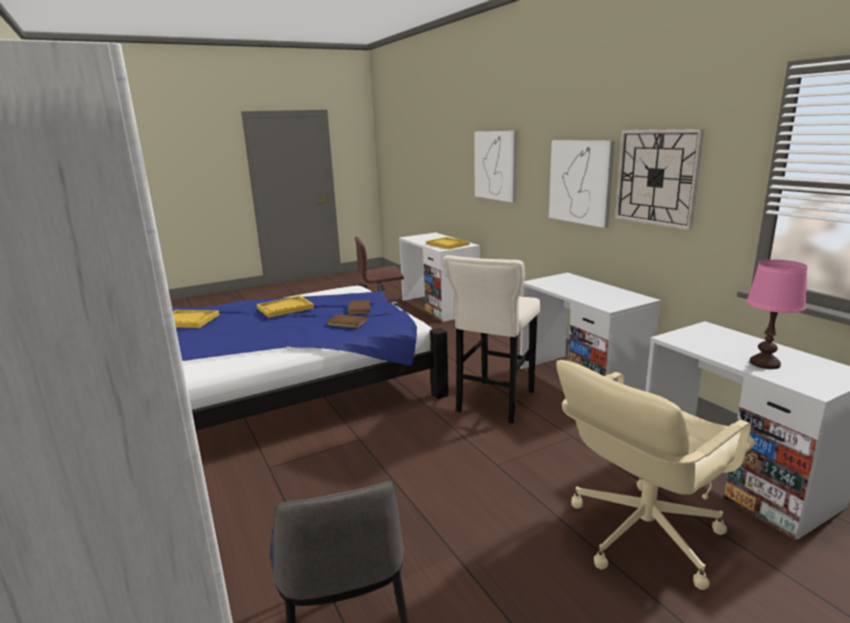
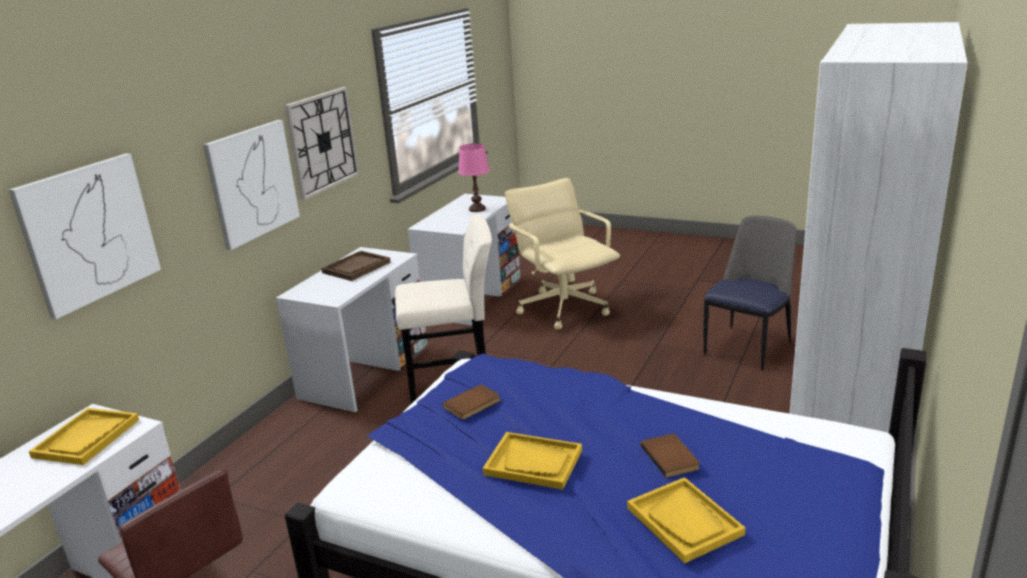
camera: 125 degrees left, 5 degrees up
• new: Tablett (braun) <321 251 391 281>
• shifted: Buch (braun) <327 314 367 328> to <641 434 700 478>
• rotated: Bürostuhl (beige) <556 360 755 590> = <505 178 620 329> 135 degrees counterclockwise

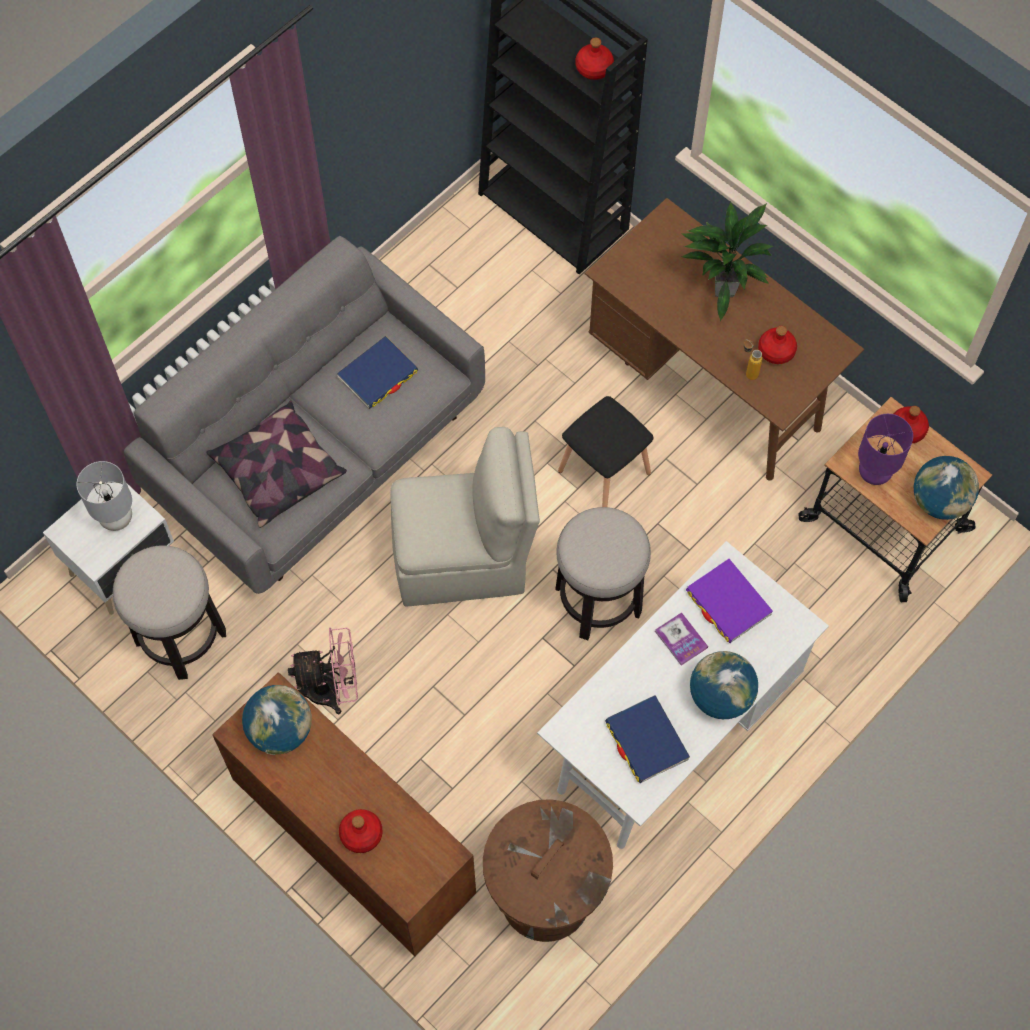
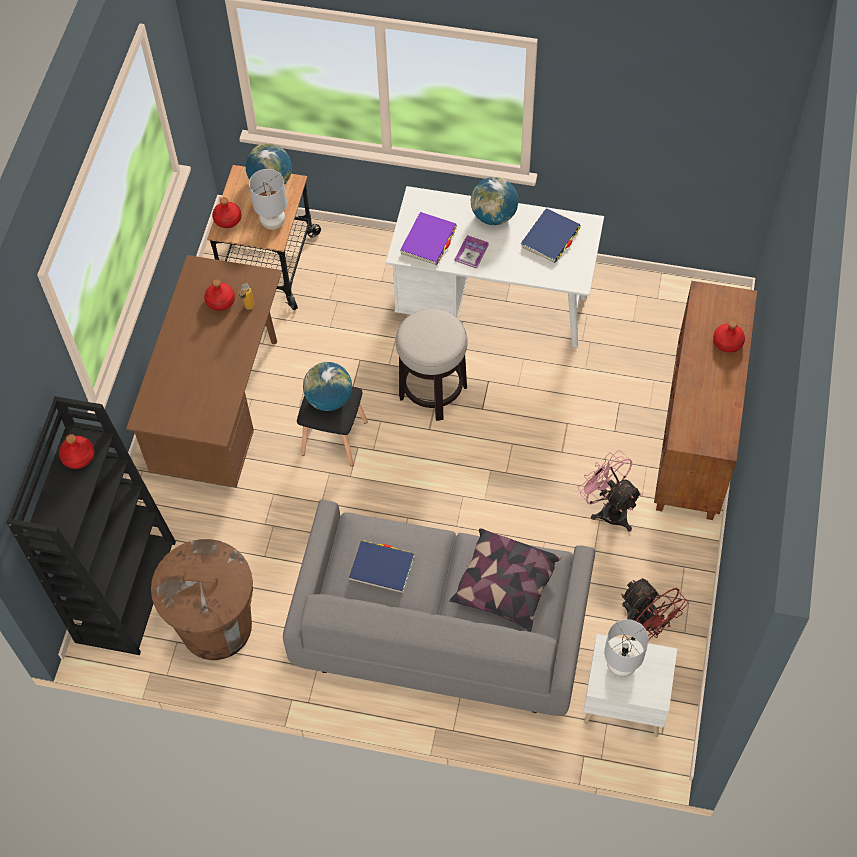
camera: 120 degrees left, 5 degrees down
• gone: Stuhl (beige) <390 427 540 606>
• gone: Topfpflanze <681 202 773 321>
• shifted: Globus <242 685 312 755> to <303 362 352 411>
• shifted: Mülleimer (braun) <483 799 613 942> to <151 539 253 660>
• swapped: Hocker <113 545 226 680> to Ventilator (rot) <621 578 688 641>
• repainted: Tischlampe (lila) <858 414 913 485> to Tischlampe (grau) <249 169 287 229>

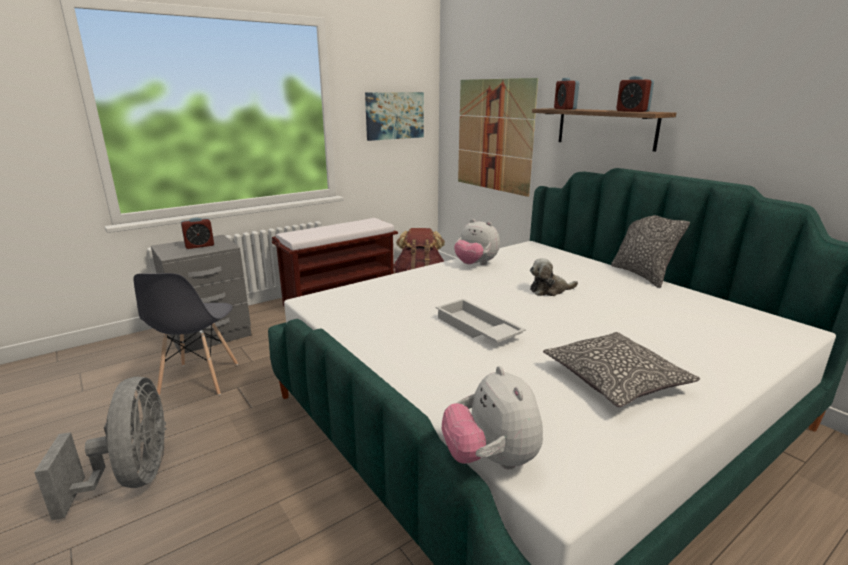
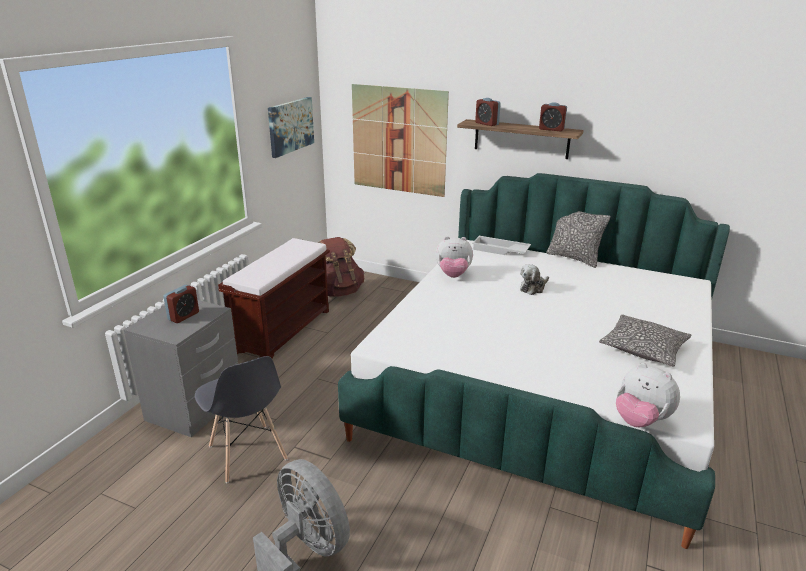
camera: 30 degrees left, 5 degrees up
• shifted: Tablett (weiß) <436 299 526 343> to <472 236 531 255>

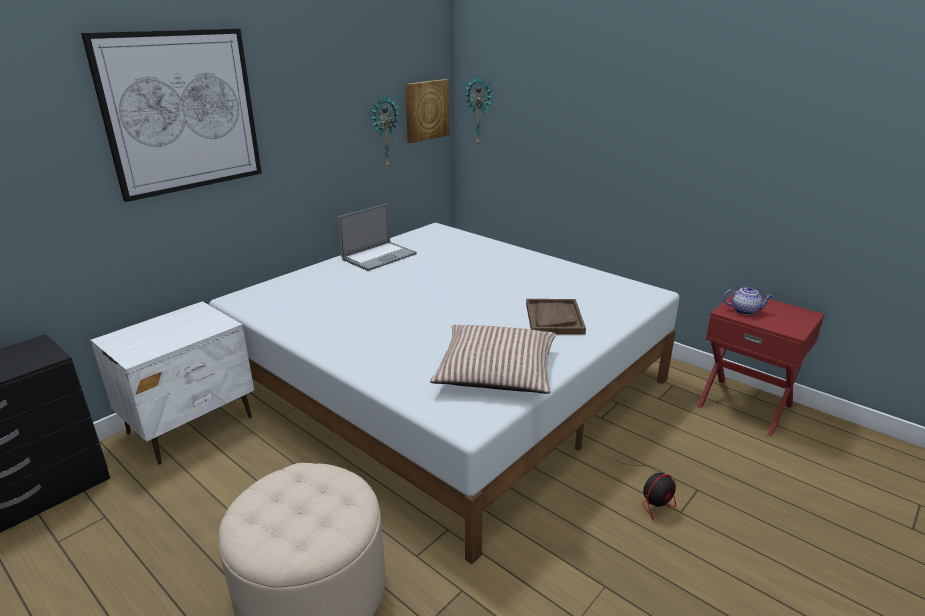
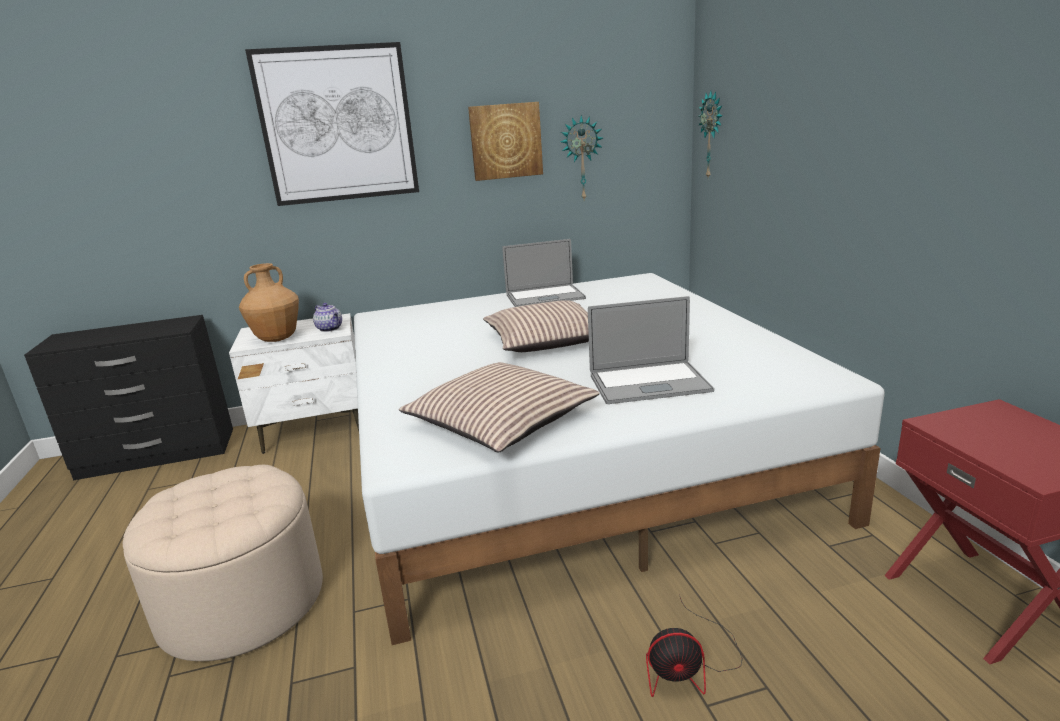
camera: 35 degrees right, 5 degrees down
• new: Vase (braun) <239 263 299 342>
• new: Kissen <483 300 589 352>
• shifted: Bild <405 79 449 143> to <468 102 543 181>
• shifted: Teekanne <723 286 773 315> to <313 303 342 332>
• swapped: Tablett (braun) <526 299 586 335> to Laptop <588 296 714 404>

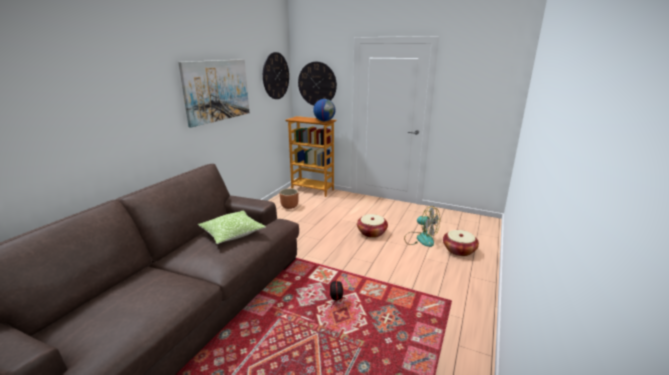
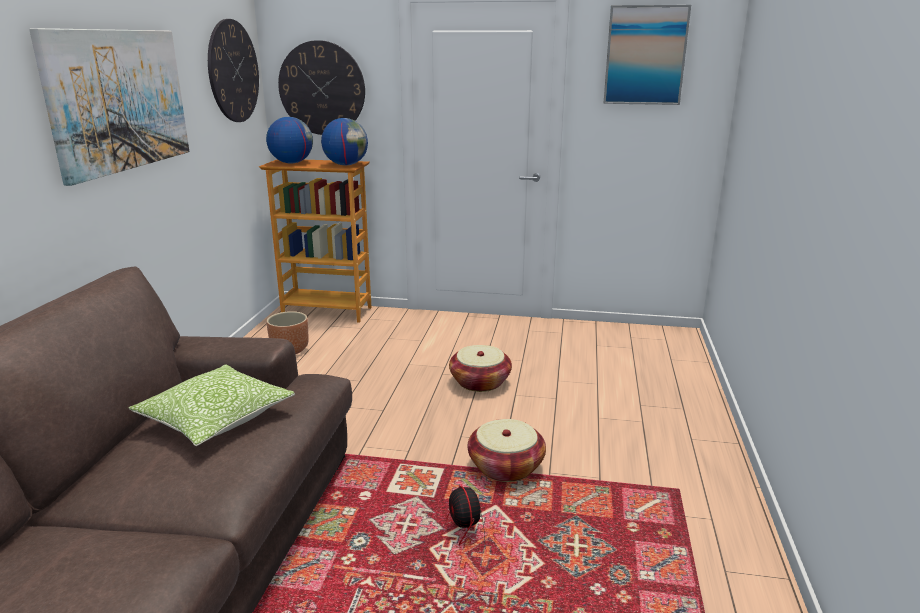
camera: 15 degrees left, 0 degrees up
• gone: Ventilator <404 206 440 247>
• new: Globus <266 117 313 164>
• new: Bild <604 5 691 105>
• shifted: Korb <443 230 479 256> to <468 419 546 482>

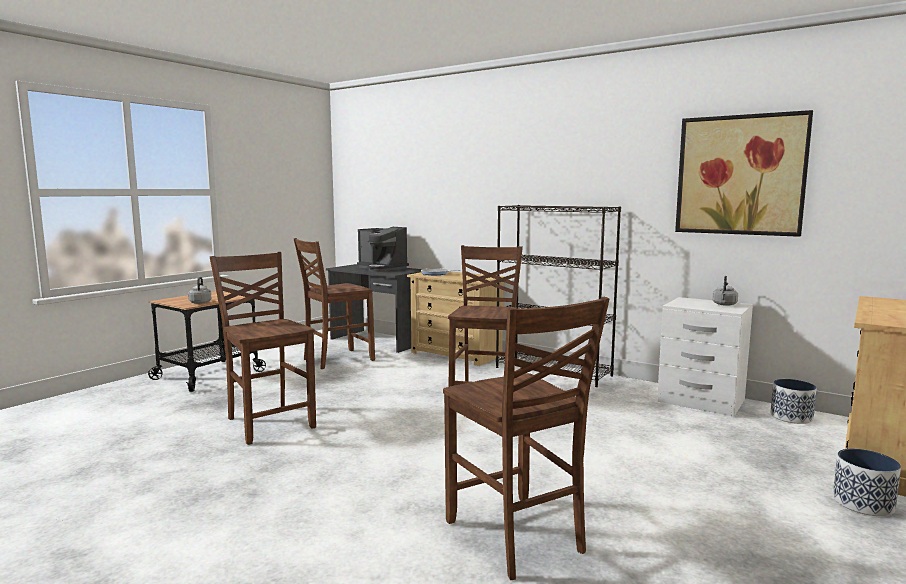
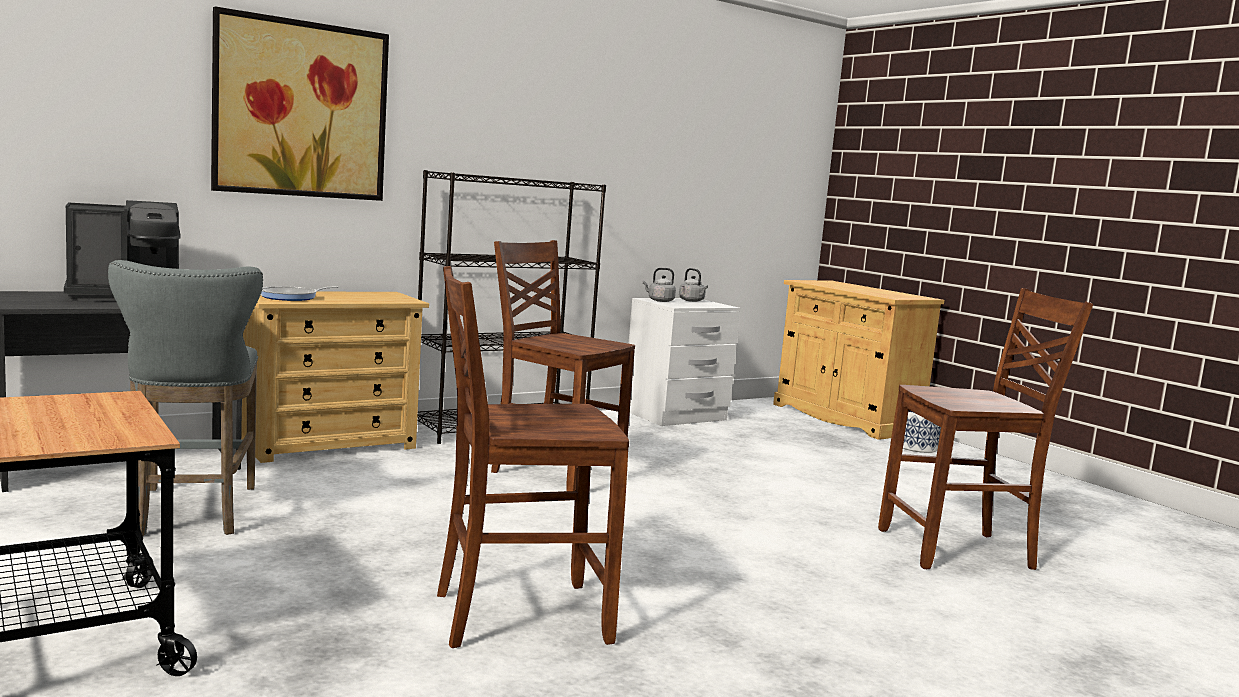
camera: 70 degrees left, 0 degrees up
• gone: Pflanzkübel <771 379 817 424>
• shifted: Wasserkessel (grau) <188 277 211 304> to <643 268 676 302>
• shifted: Bild <675 110 813 237> to <211 6 389 201>
• swapped: Stuhl (braun) <294 238 375 369> to Hocker (grau) <108 260 263 536>

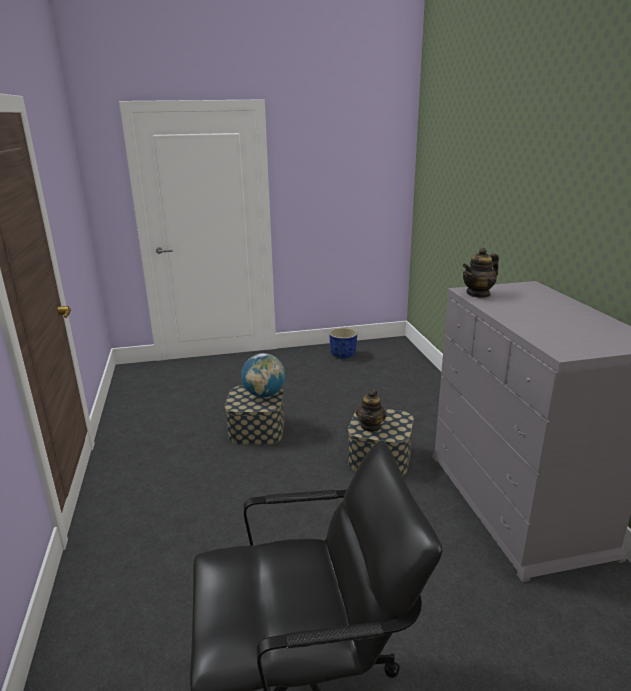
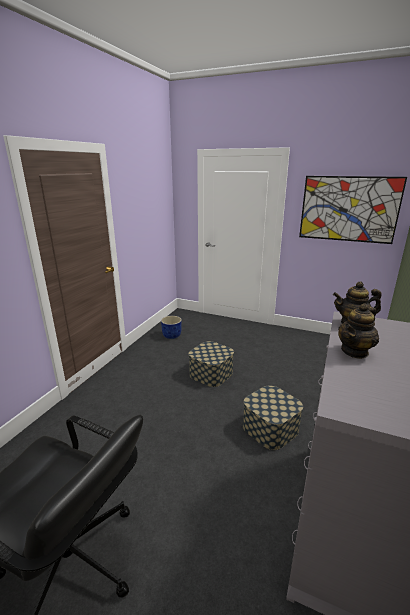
camera: 35 degrees right, 0 degrees up
• gone: Globus <241 353 286 397>
• new: Bild <299 176 407 244>
• shifted: Pflanzkübel (blau) <329 328 357 359> to <161 316 182 339>
• shifted: Teekanne <356 390 386 432> to <338 303 379 359>

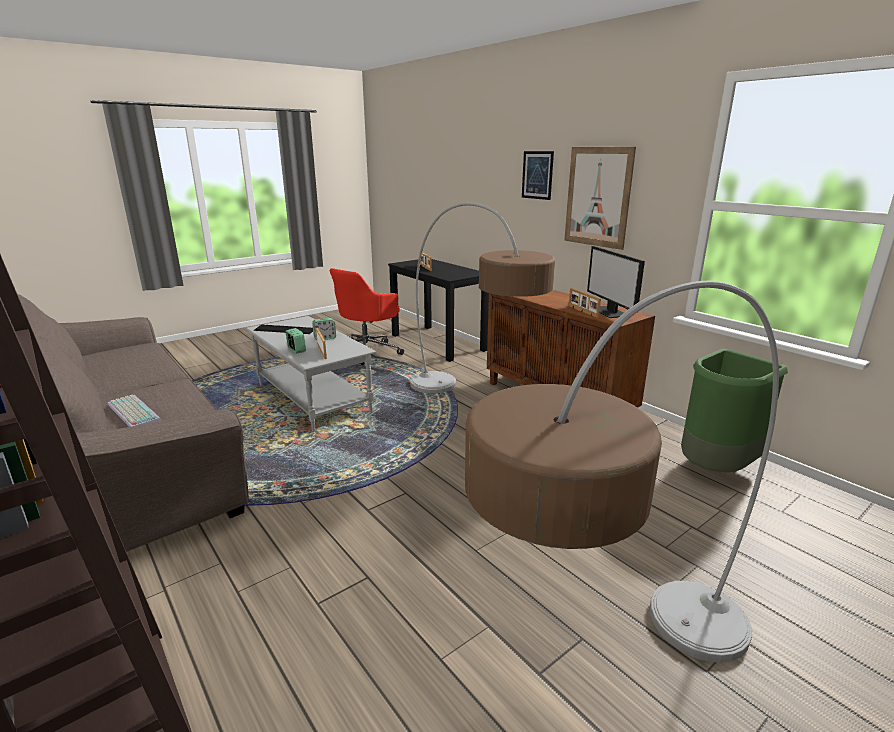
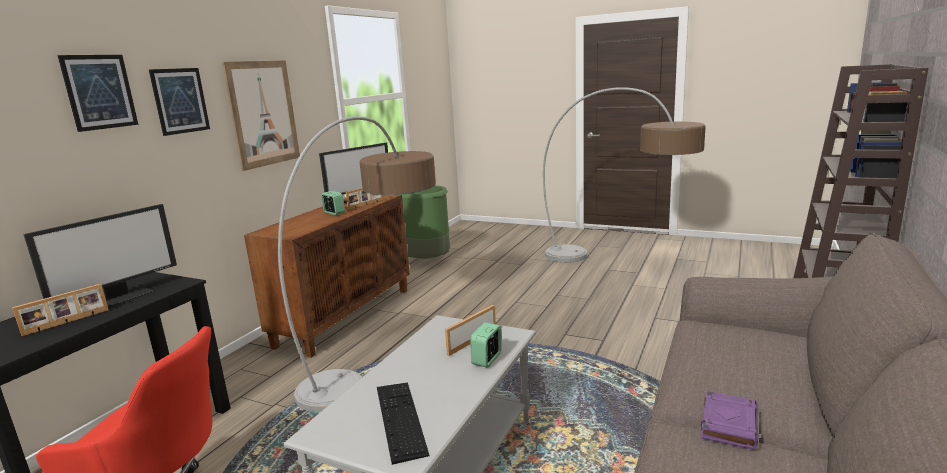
camera: 115 degrees left, 5 degrees down
• gone: Tastatur <108 394 161 427>
• new: Monitor <23 204 177 307>
• new: Bild <57 55 138 132>
• new: Buch (lila) <701 391 759 450>
• shifted: Wecker <312 318 336 340> to <321 191 345 215>

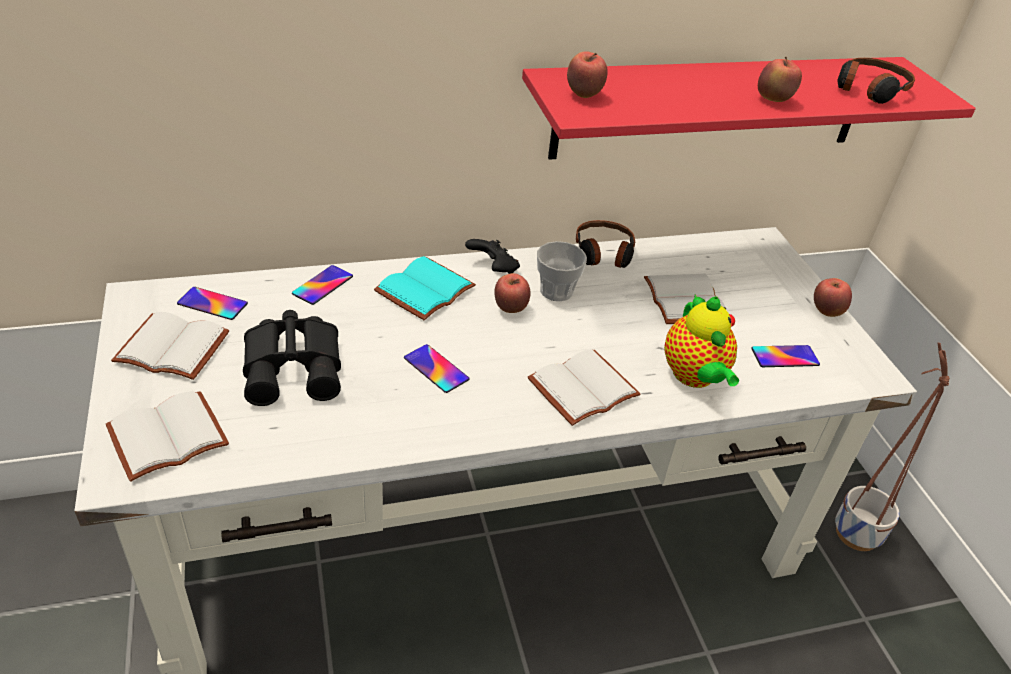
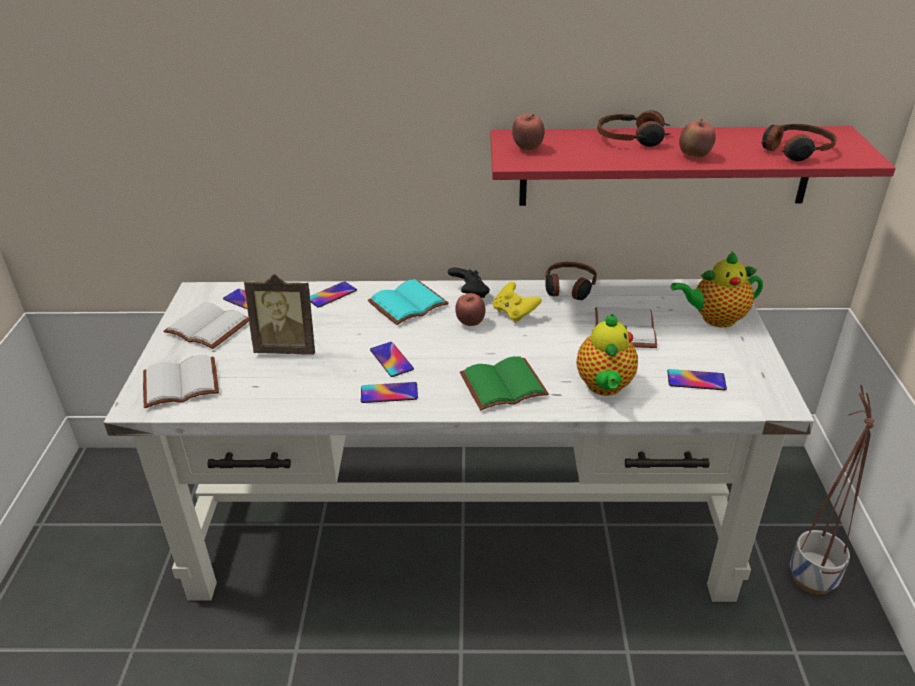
camera: 20 degrees right, 5 degrees down
• gone: Apfel <814 278 852 317>
• new: Handy <361 382 418 403>
• new: Kopfhörer <597 110 671 147>
• new: Teekanne <671 251 763 327>
• swapped: Fernglas (schwarz) <243 310 341 406> to Bilderrahmen <244 274 315 355>
• swapped: Tasse <537 241 587 301> to Gamepad (gelb) <493 282 542 323>
• repainted: Buch (weiß) <528 349 640 426> to Buch (grün) <460 356 549 410>

